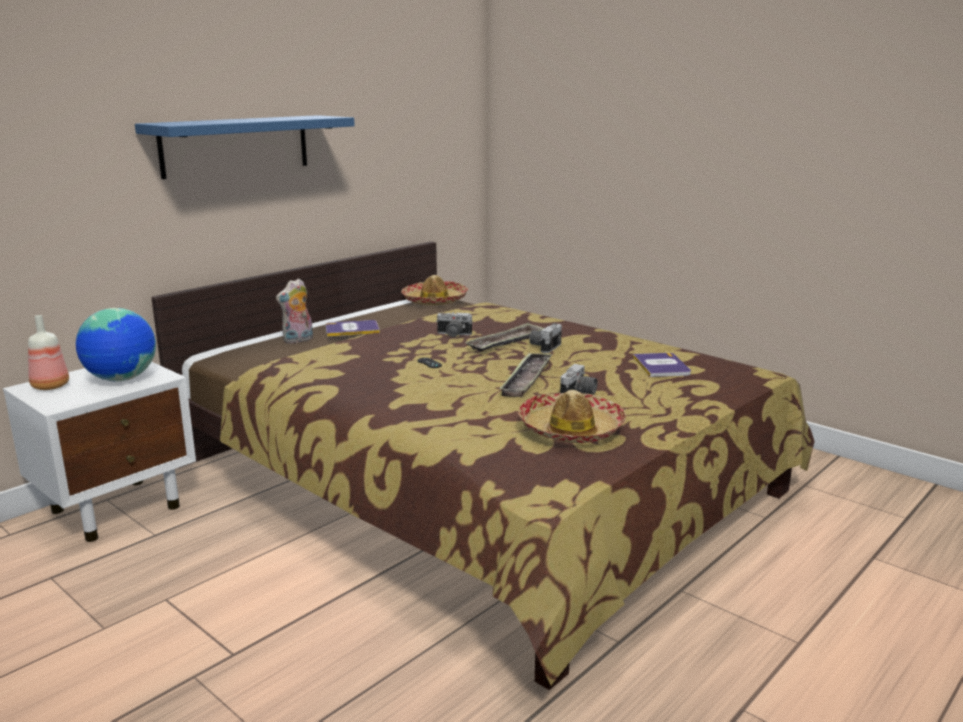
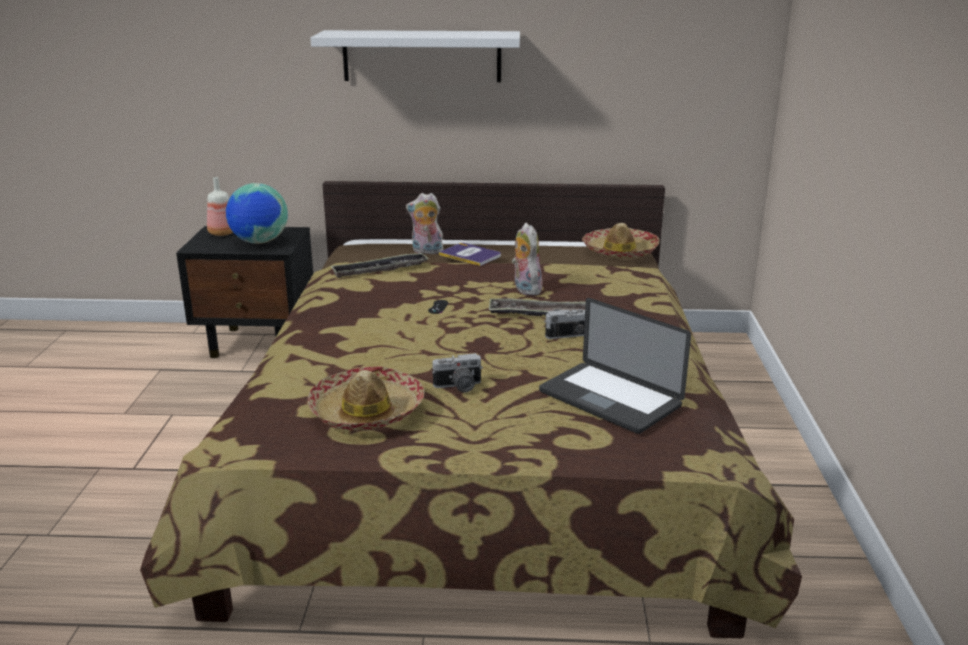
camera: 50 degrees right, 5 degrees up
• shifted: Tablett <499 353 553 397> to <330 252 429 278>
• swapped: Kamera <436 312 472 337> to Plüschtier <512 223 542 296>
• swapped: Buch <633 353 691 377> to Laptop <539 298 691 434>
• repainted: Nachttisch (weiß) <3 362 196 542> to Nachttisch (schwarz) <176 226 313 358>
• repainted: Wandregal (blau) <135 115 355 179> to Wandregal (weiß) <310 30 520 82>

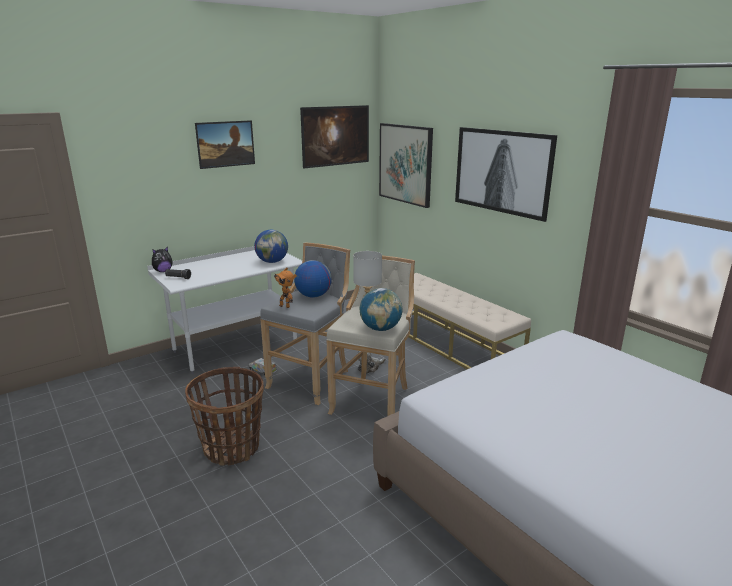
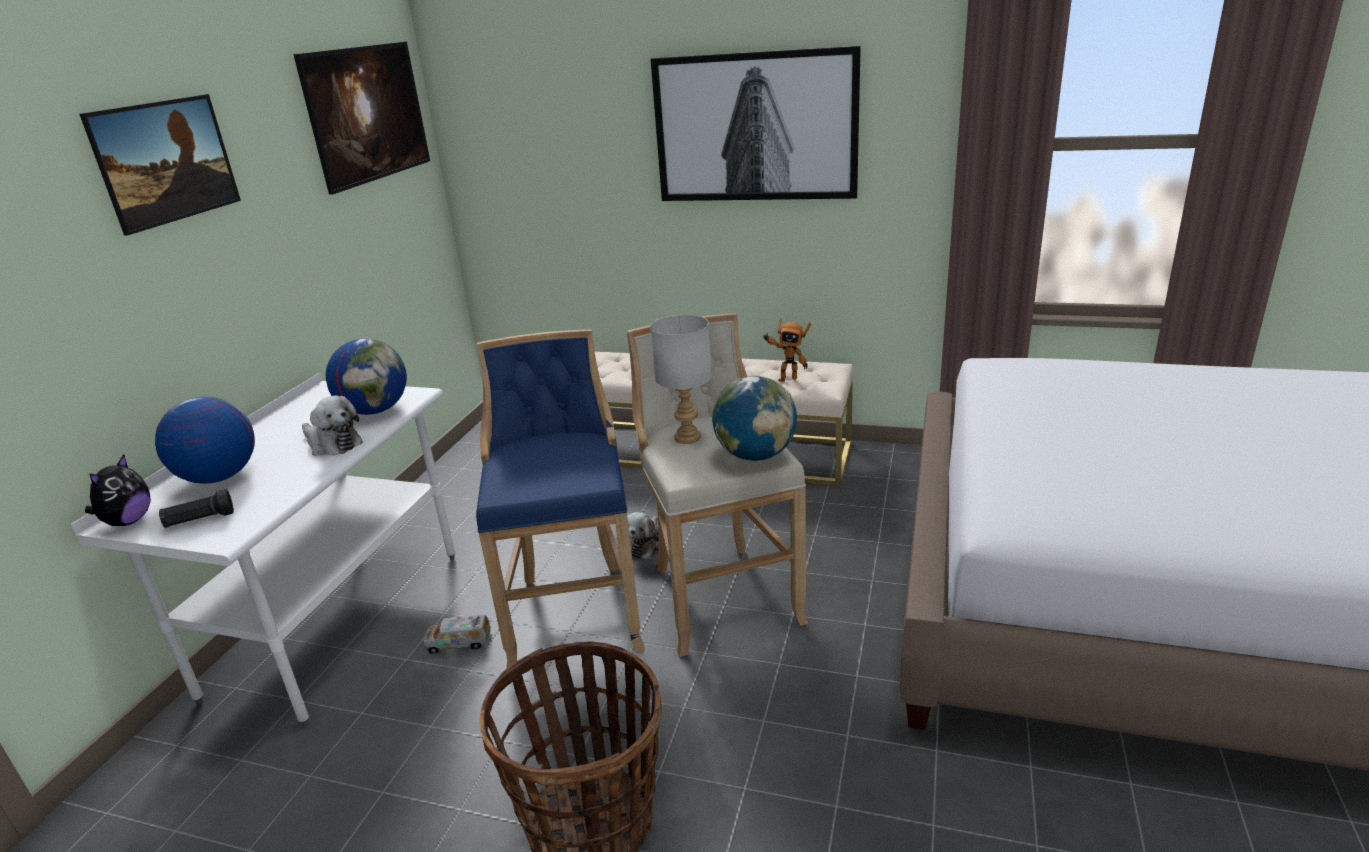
camera: 35 degrees left, 5 degrees up
• gone: Bild <379 123 433 208>
• new: Plüschtier <302 395 363 456>
• shifted: Spielzeugroboter <274 267 297 308> to <762 318 811 382>
• shifted: Globus <294 260 332 298> to <155 397 255 484>
• repainted: Hocker (grau) <260 243 350 405> to Hocker (blau) <476 329 645 669>

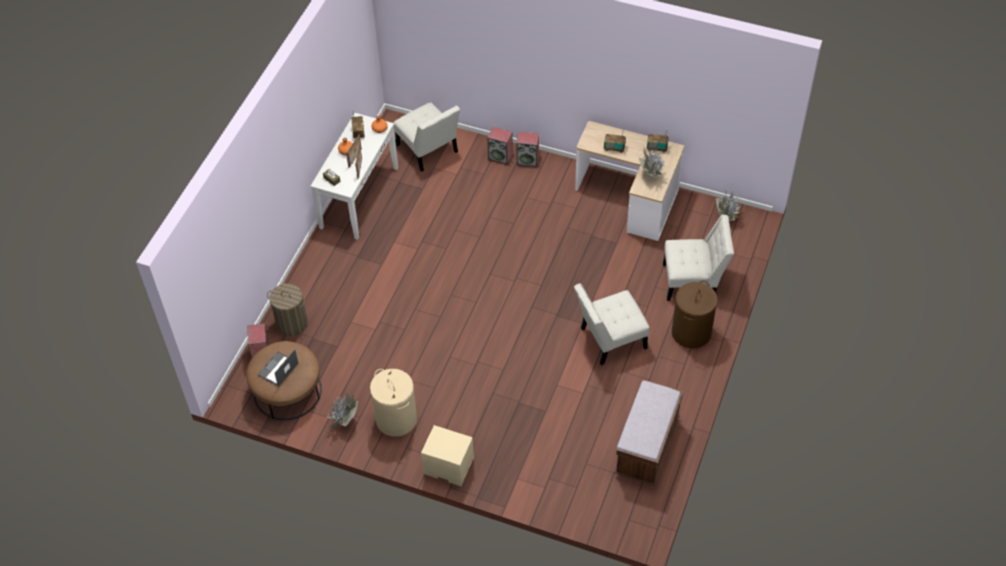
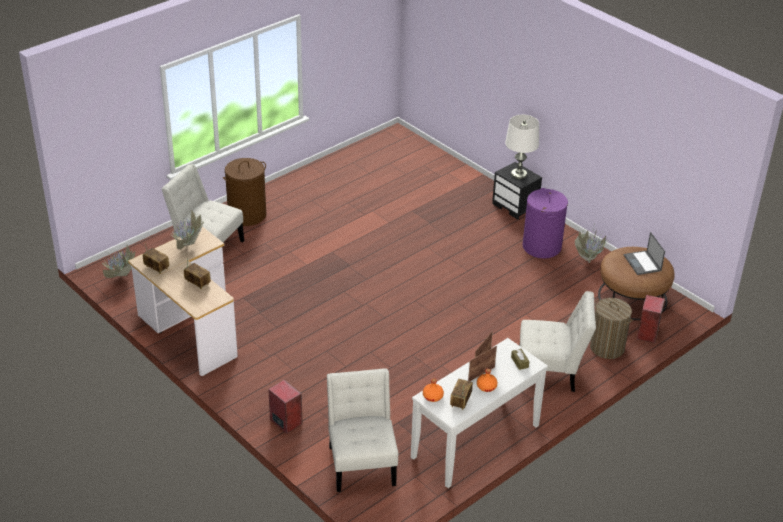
camera: 155 degrees left, 15 degrees down
• gone: Lautsprecher <516 132 539 167>
• gone: Bank (braun) <615 379 683 486>
• new: Tischlampe (weiß) <505 115 539 179>
• shifted: Stuhl (weiß) <574 284 650 365> to <519 291 596 392>
• repainted: Wäschekorb (beige) <370 369 417 437> to Wäschekorb (lila) <523 188 568 258>
• repainted: Nachttisch (beige) <421 425 474 487> to Nachttisch (schwarz) <492 162 542 220>
• rotated: Laptop <258 349 298 387> = <624 232 665 275> 105 degrees clockwise

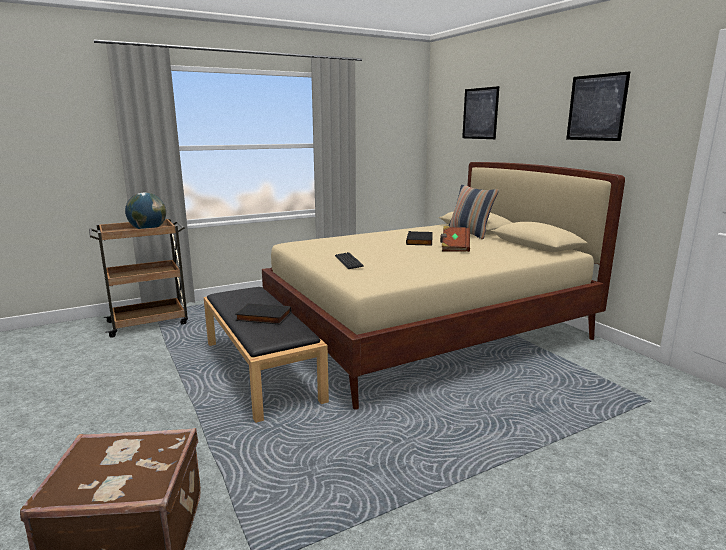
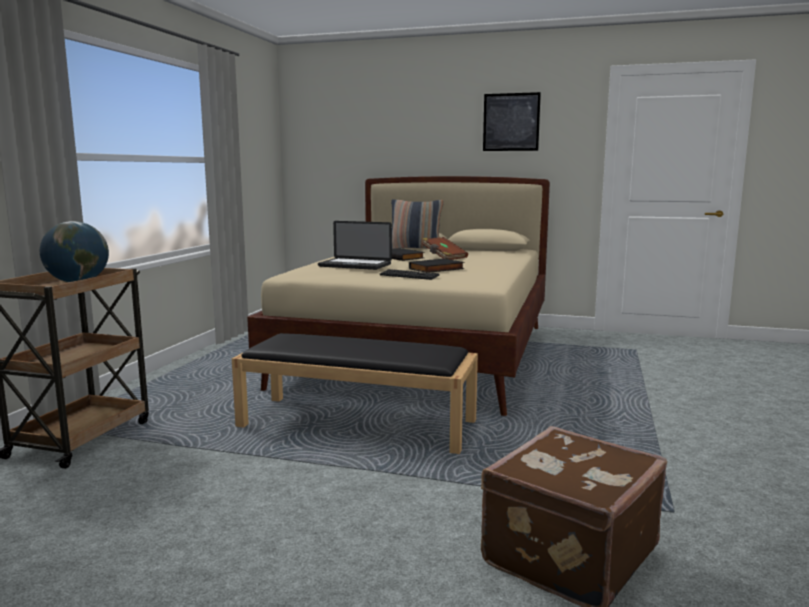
camera: 45 degrees left, 5 degrees down
• gone: Bild <462 86 499 139>
• new: Laptop <318 221 392 270>
• shifted: Buch (schwarz) <235 303 291 324> to <409 258 464 273>

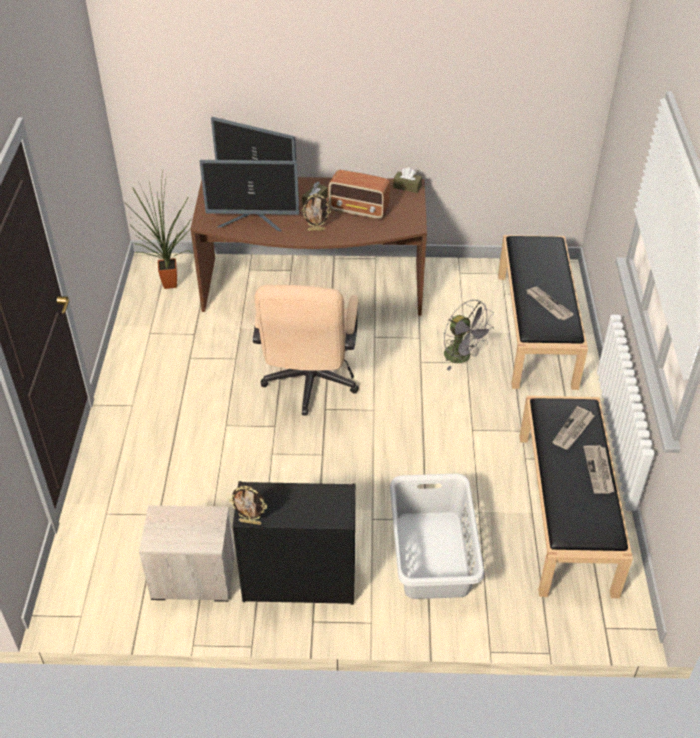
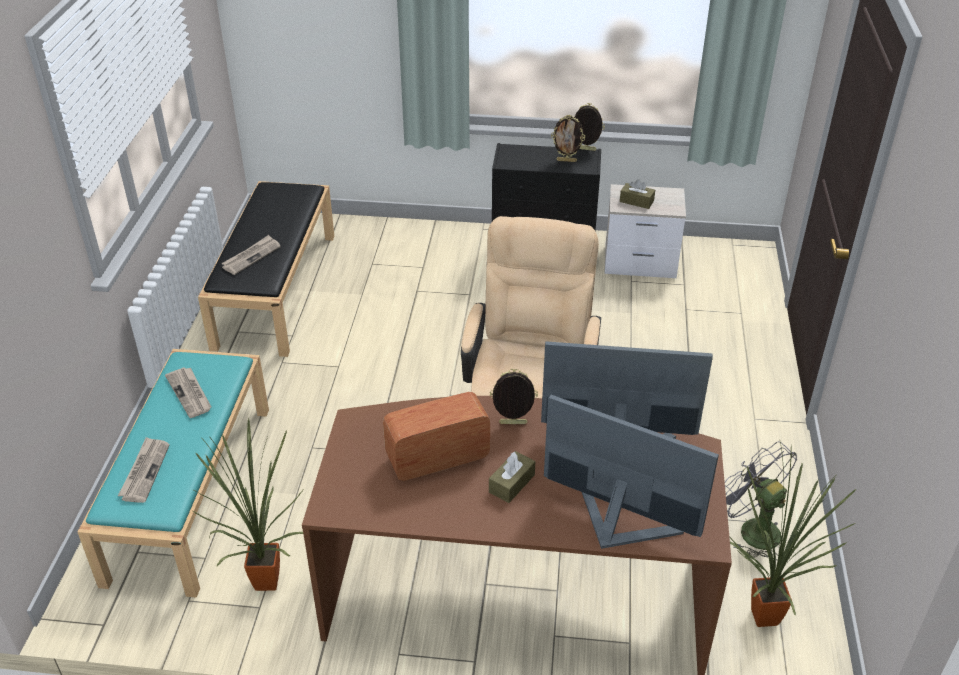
camera: 175 degrees left, 5 degrees down
• gone: Wäschekorb (grau) <390 473 484 599>
• new: Topfpflanze <193 417 303 591>
• new: Bilderrahmen <551 115 585 162>
• shifted: Taschentuchbox (braun) <393 168 422 193> to <620 179 655 209>
• shifted: Ventilator (grau) <444 300 494 371> to <725 441 797 560>
• shifted: Zeitung <583 445 615 494> to <118 437 170 503>
• repainted: Bank (schwarz) <498 235 588 390> to Bank (türkis) <78 349 269 598>
• rotated: Radio <328 170 390 219> = <383 392 490 481> 45 degrees counterclockwise

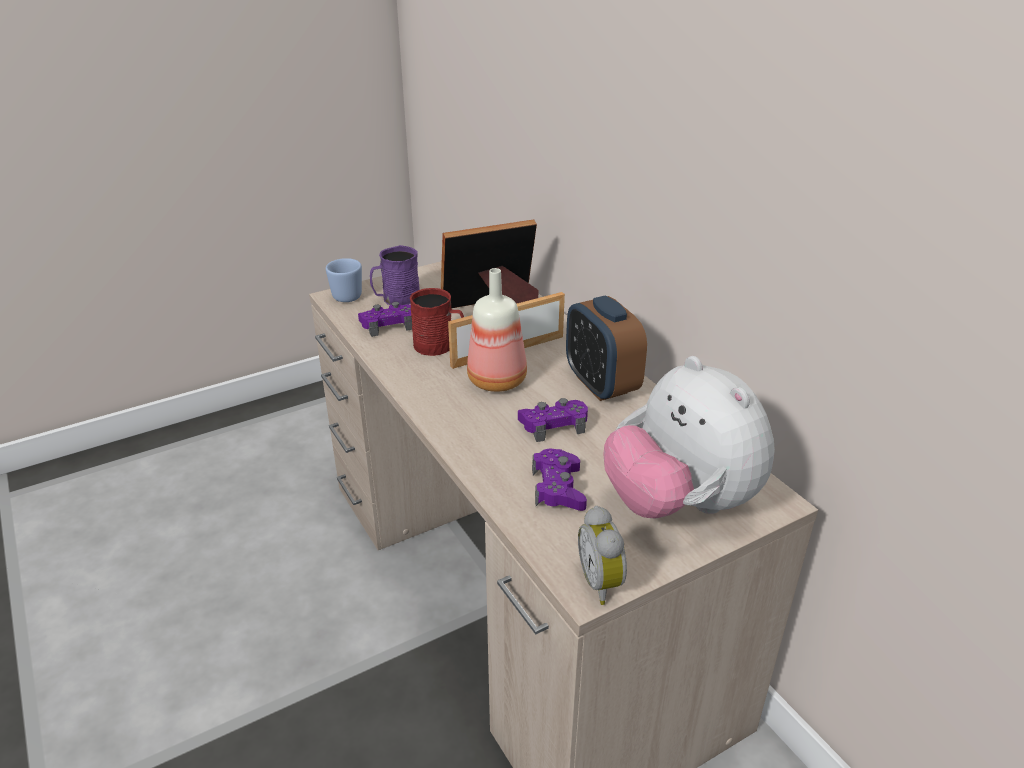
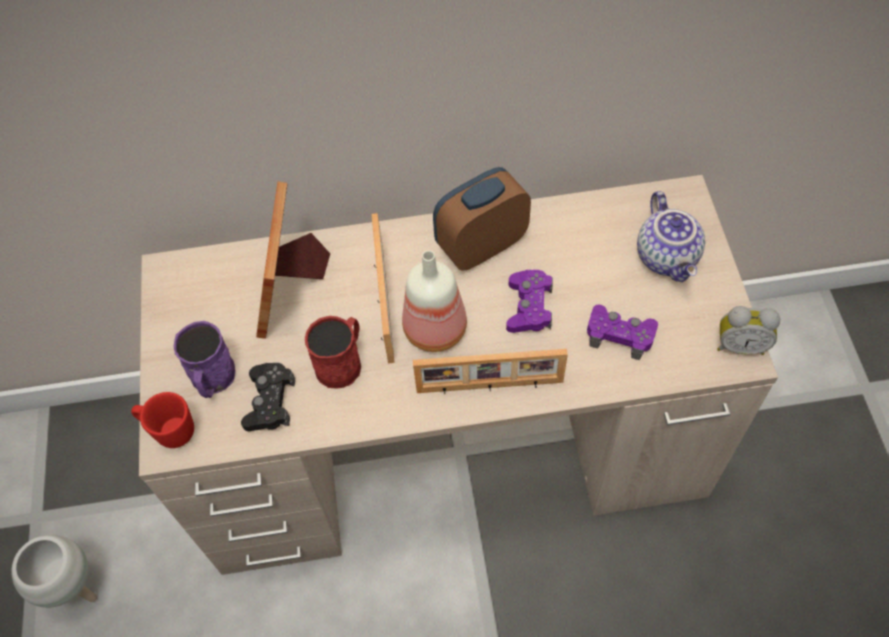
camera: 65 degrees left, 25 degrees up
• new: Pflanzkübel (weiß) <11 535 97 608>
• new: Bilderrahmen <413 349 568 394>
• swapped: Plüschtier <603 356 775 519> to Teekanne <637 191 705 282>
• repainted: Henkelbecher (blau) <326 258 362 302> to Henkelbecher (rot) <131 392 194 448>
• repainted: Gamepad (lila) <358 302 412 337> to Gamepad (schwarz) <241 363 295 431>
• rotated: Wecker <566 296 647 401> = <433 167 531 271> 150 degrees clockwise

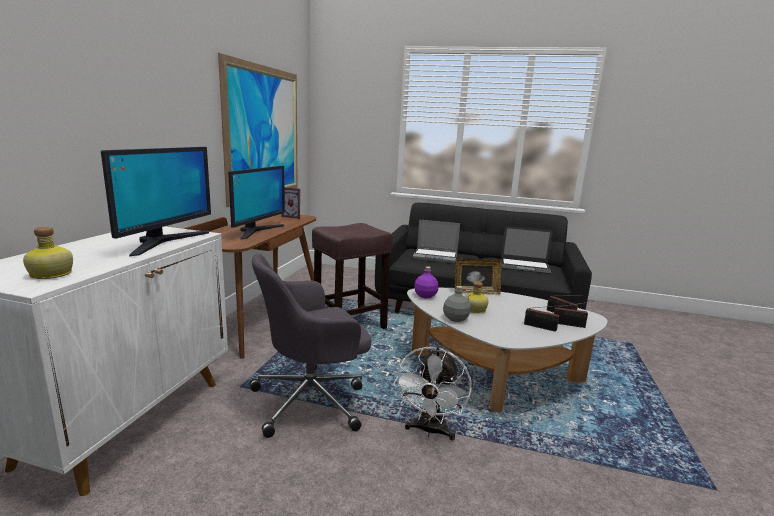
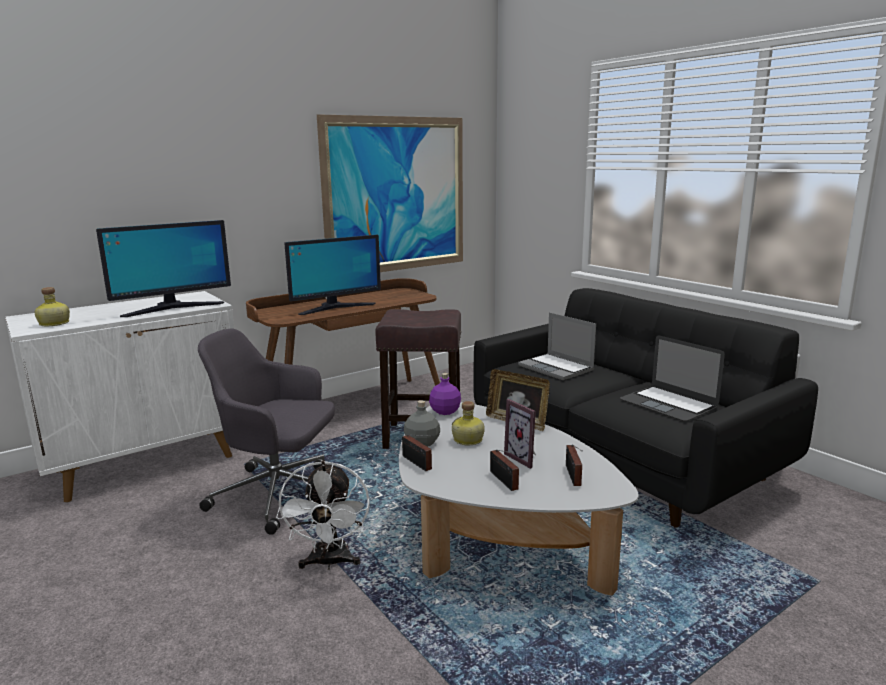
camera: 40 degrees right, 0 degrees up
• shifted: Bilderrahmen <281 187 300 219> to <504 399 536 469>
• shifted: Radio <554 301 594 328> to <402 435 432 471>
• rotated: Ventilator (weiß) <393 347 471 441> = <276 461 370 570> 60 degrees counterclockwise

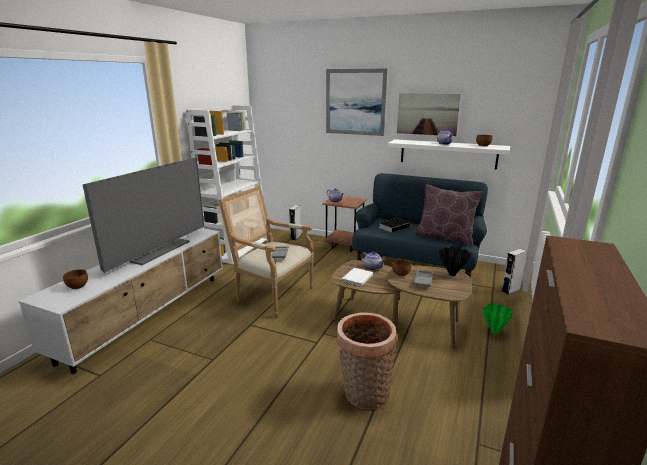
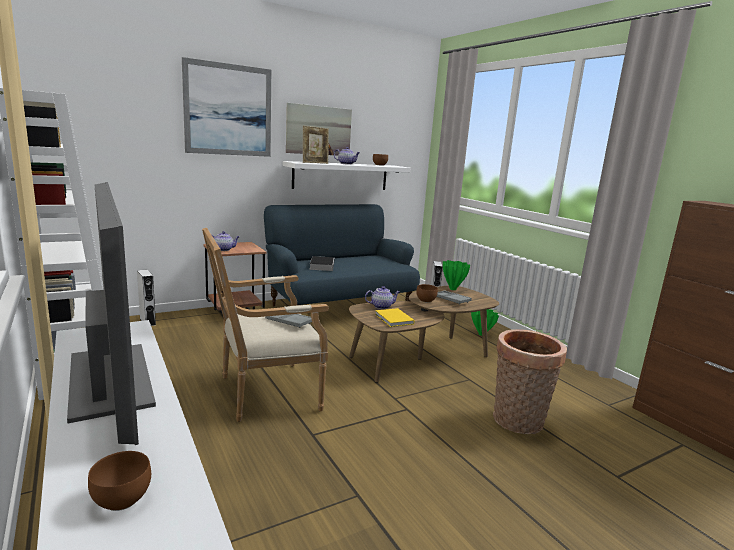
camera: 55 degrees left, 5 degrees down
• gone: Kissen (braun) <415 184 483 246>
• new: Bilderrahmen <303 125 329 164>
• repainted: Buch (weiß) <342 268 373 287> to Buch (gelb) <375 308 415 327>
• repainted: Vase (schwarz) <439 246 471 276> to Vase (grün) <443 260 470 290>

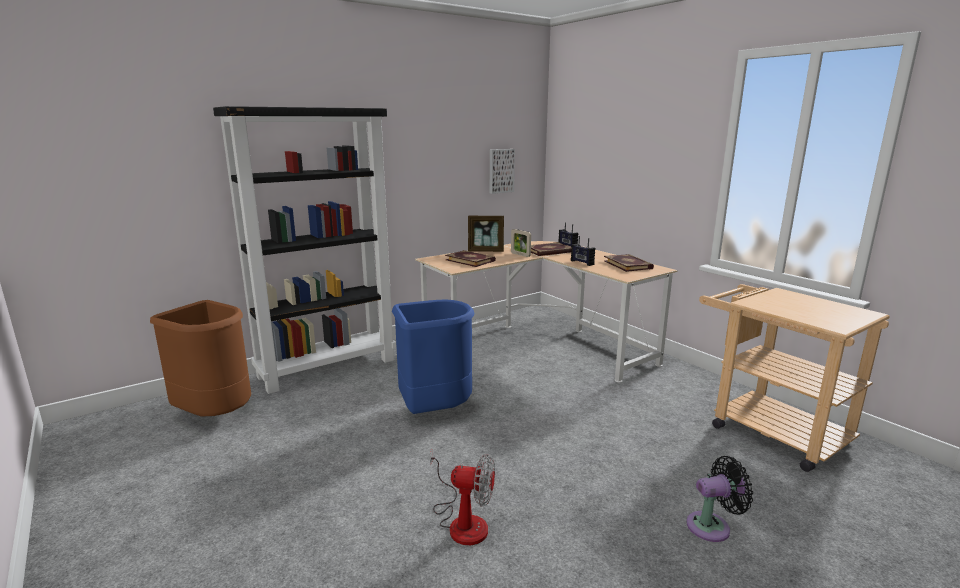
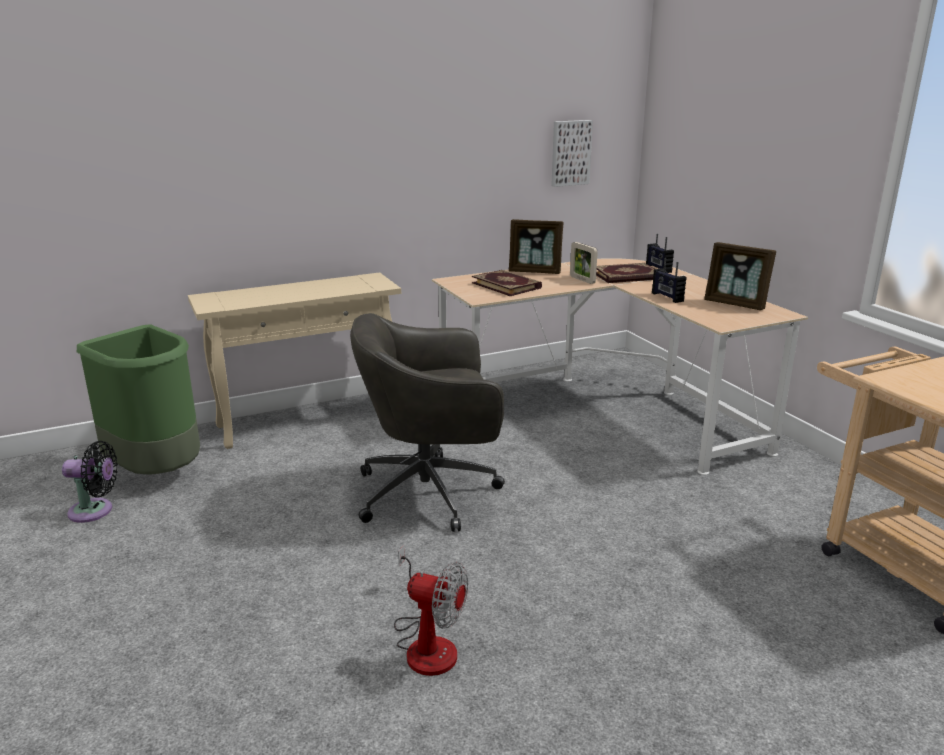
camera: 10 degrees right, 5 degrees up
• shifted: Ventilator (schwarz) <687 456 753 542> to <62 441 118 523>
• swapped: Bücherregal (schwarz) <213 106 396 394> to Konsolentisch (beige) <188 273 401 449>
• swapped: Mülleimer (blau) <392 299 474 414> to Bürostuhl (grau) <350 313 505 532>
• swapped: Buch <604 254 654 272> to Bilderrahmen <704 242 776 310>
• repainted: Mülleimer (braun) <150 300 251 416> to Mülleimer (grün) <76 325 200 475>

